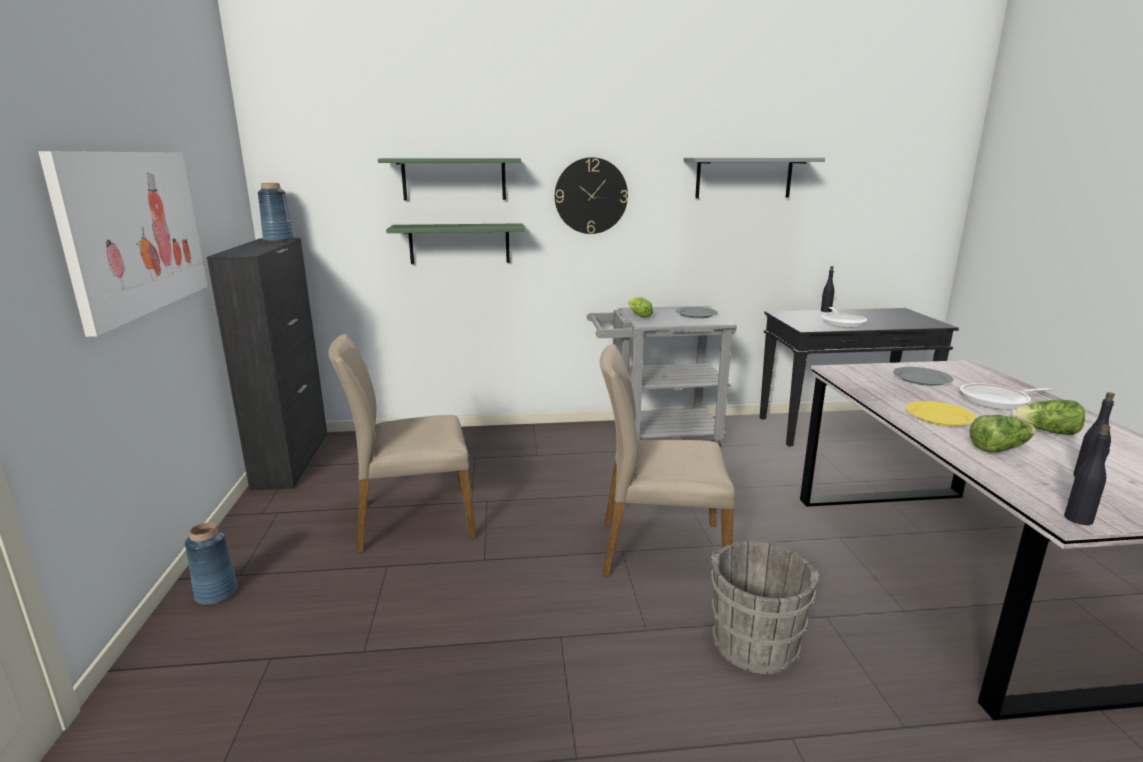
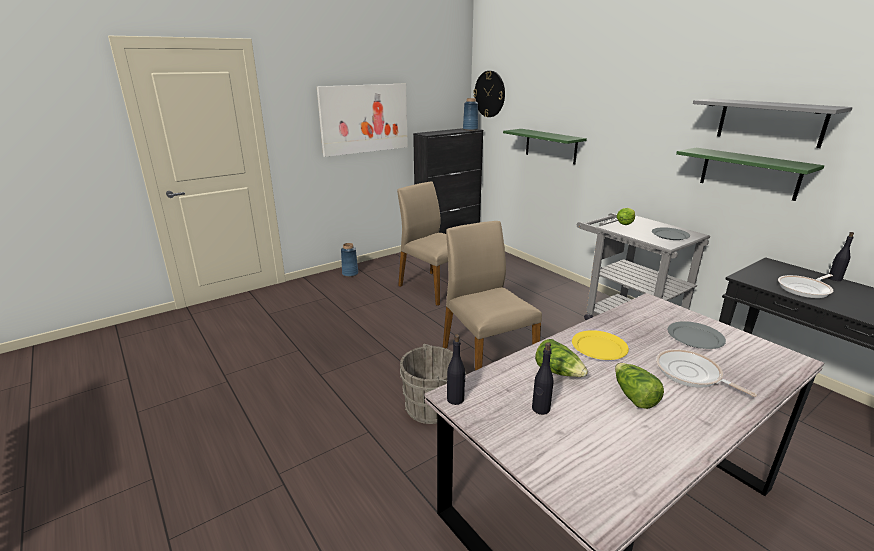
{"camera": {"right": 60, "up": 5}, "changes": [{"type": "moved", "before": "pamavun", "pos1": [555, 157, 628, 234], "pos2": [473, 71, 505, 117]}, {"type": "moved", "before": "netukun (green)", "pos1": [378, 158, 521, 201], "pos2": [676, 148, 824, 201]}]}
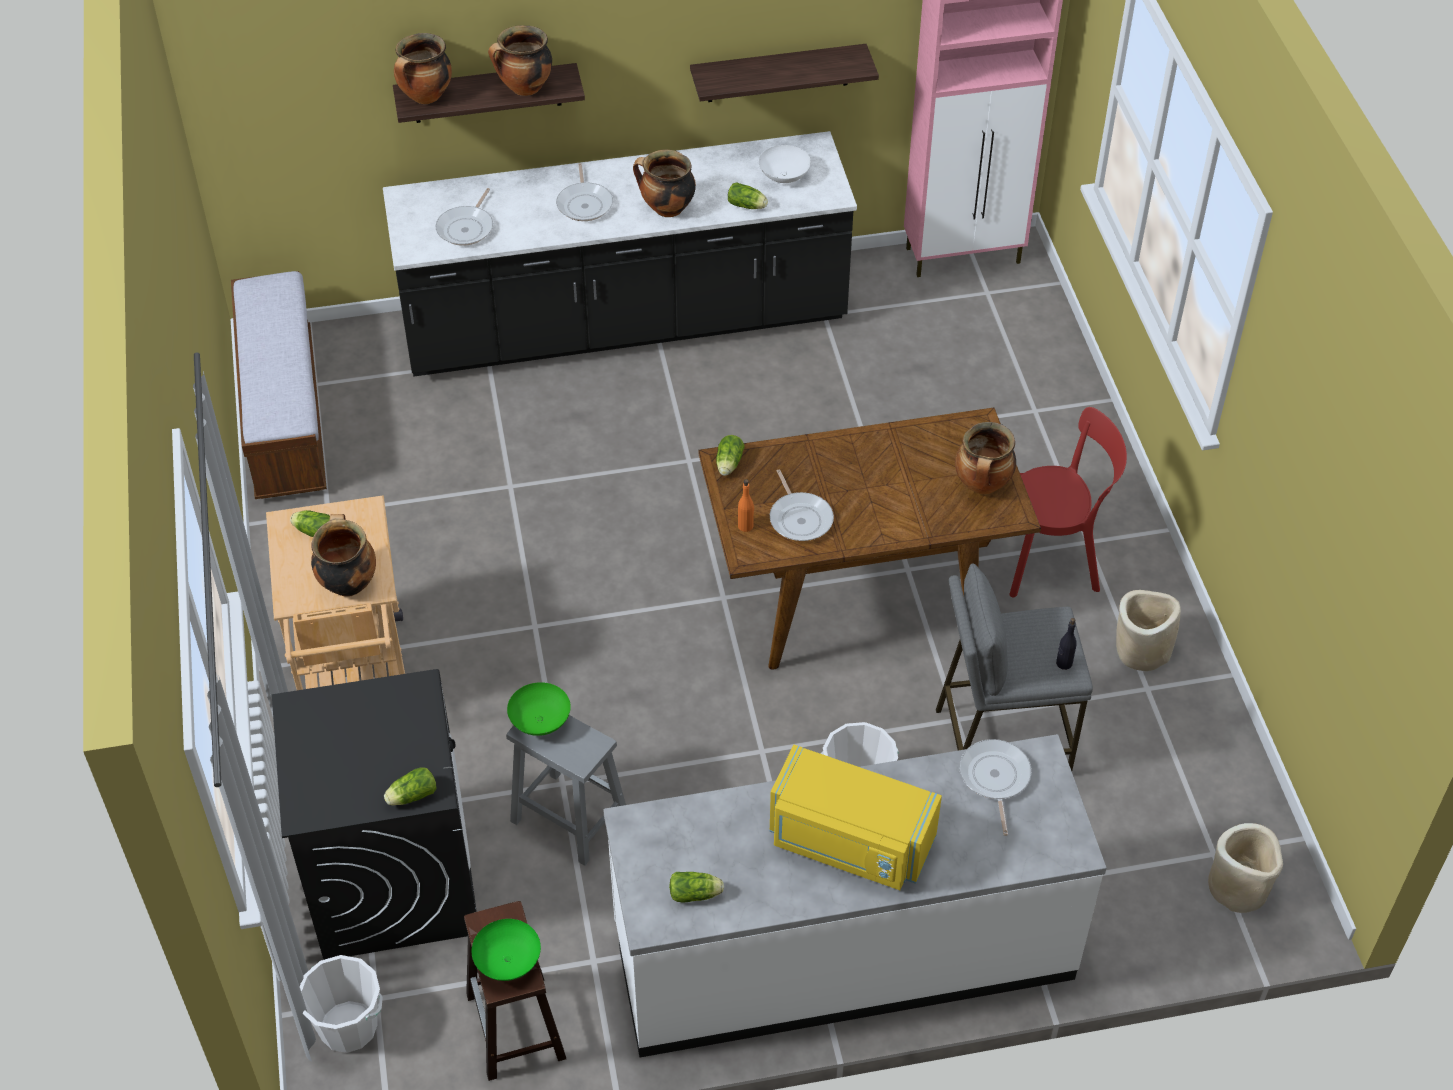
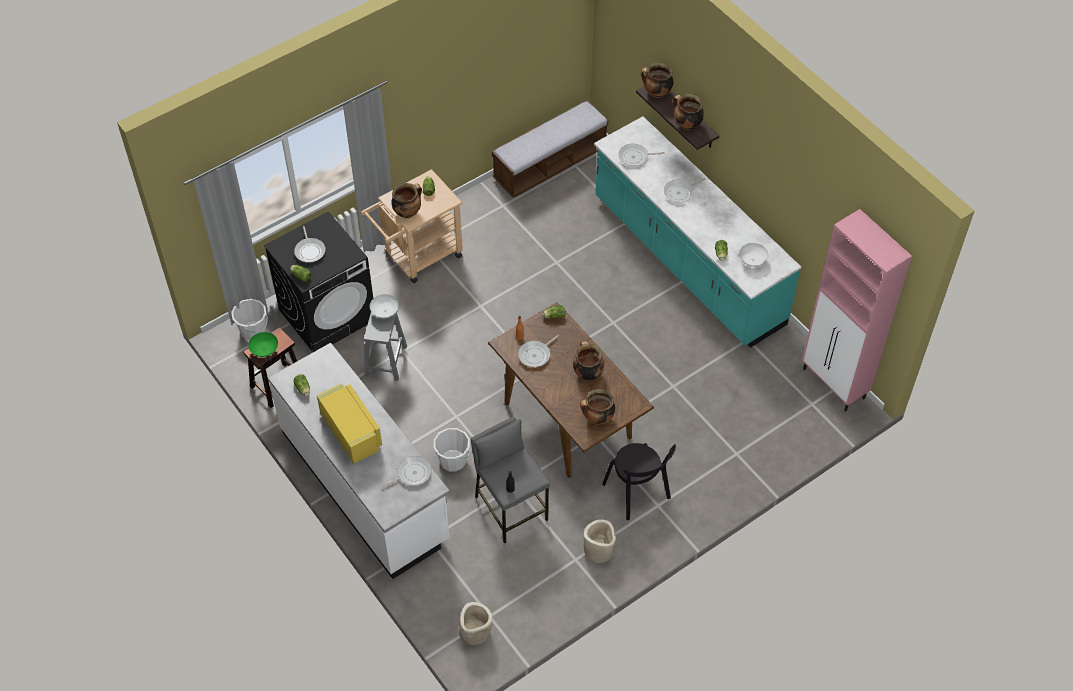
{"camera": {"right": 65, "up": 5}, "changes": [{"type": "added", "after": "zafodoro", "pos2": [294, 226, 326, 262]}, {"type": "turned", "before": "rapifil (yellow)", "pos1": [769, 745, 942, 890], "pos2": [317, 383, 382, 465], "turn": 150}, {"type": "recoloured", "before": "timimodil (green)", "after": "timimodil (white)", "pos1": [507, 682, 571, 736], "pos2": [370, 294, 399, 318]}, {"type": "moved", "before": "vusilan", "pos1": [633, 150, 696, 217], "pos2": [573, 341, 604, 381]}, {"type": "recoloured", "before": "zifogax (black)", "after": "zifogax (turquoise)", "pos1": [383, 131, 857, 377], "pos2": [594, 116, 801, 348]}, {"type": "recoloured", "before": "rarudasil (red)", "after": "rarudasil (black)", "pos1": [1009, 407, 1127, 598], "pos2": [602, 443, 676, 521]}, {"type": "removed", "before": "netukun", "pos1": [690, 44, 879, 102]}]}
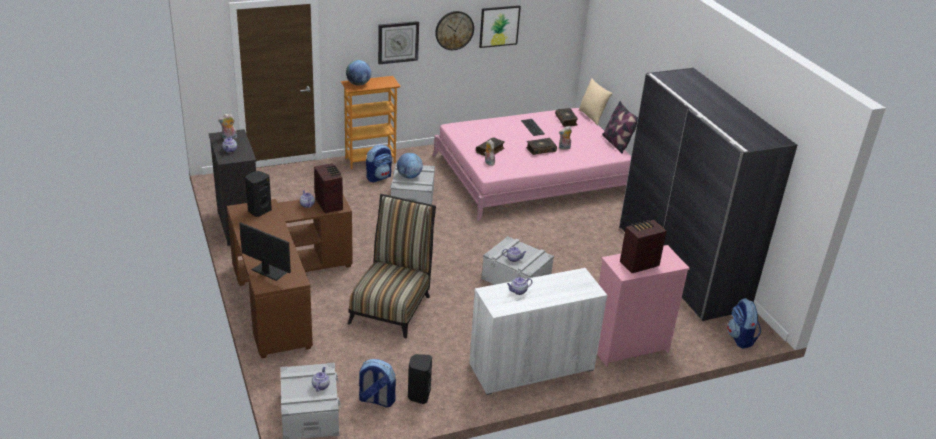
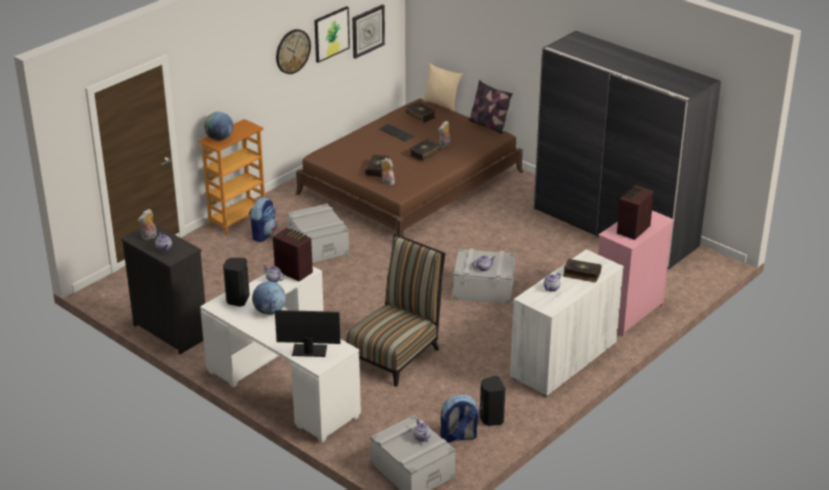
{"camera": {"right": -25, "up": 0}, "changes": [{"type": "recoloured", "before": "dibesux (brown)", "after": "dibesux (white)", "pos1": [227, 194, 353, 359], "pos2": [200, 266, 361, 442]}, {"type": "moved", "before": "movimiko", "pos1": [397, 153, 423, 178], "pos2": [252, 281, 286, 315]}, {"type": "recoloured", "before": "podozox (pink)", "after": "podozox (brown)", "pos1": [432, 108, 631, 221], "pos2": [295, 99, 523, 236]}, {"type": "turned", "before": "rarudasil", "pos1": [348, 194, 436, 338], "pos2": [345, 234, 446, 387], "turn": 45}, {"type": "moved", "before": "pamavun", "pos1": [378, 21, 419, 64], "pos2": [352, 4, 385, 59]}, {"type": "added", "after": "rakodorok", "pos2": [563, 259, 602, 282]}, {"type": "removed", "before": "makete", "pos1": [727, 298, 761, 348]}]}
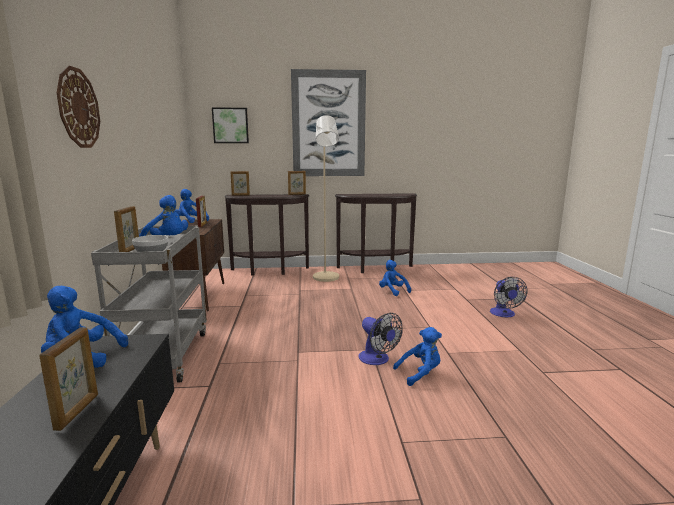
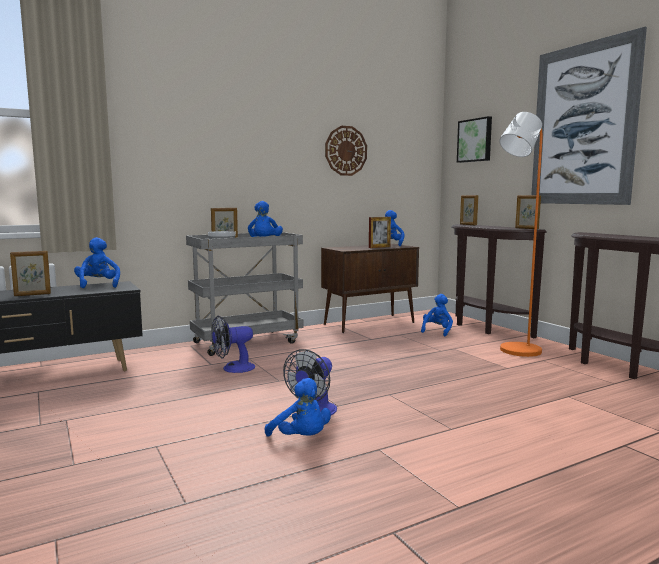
{"camera": {"right": 65, "up": -5}, "changes": [{"type": "moved", "before": "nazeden", "pos1": [490, 277, 528, 317], "pos2": [212, 316, 255, 373]}, {"type": "moved", "before": "pamavun", "pos1": [57, 66, 100, 148], "pos2": [325, 126, 367, 176]}, {"type": "moved", "before": "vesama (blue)", "pos1": [379, 260, 411, 296], "pos2": [421, 294, 453, 336]}, {"type": "recoloured", "before": "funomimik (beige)", "after": "funomimik (orange)", "pos1": [313, 115, 339, 282], "pos2": [499, 112, 542, 357]}]}
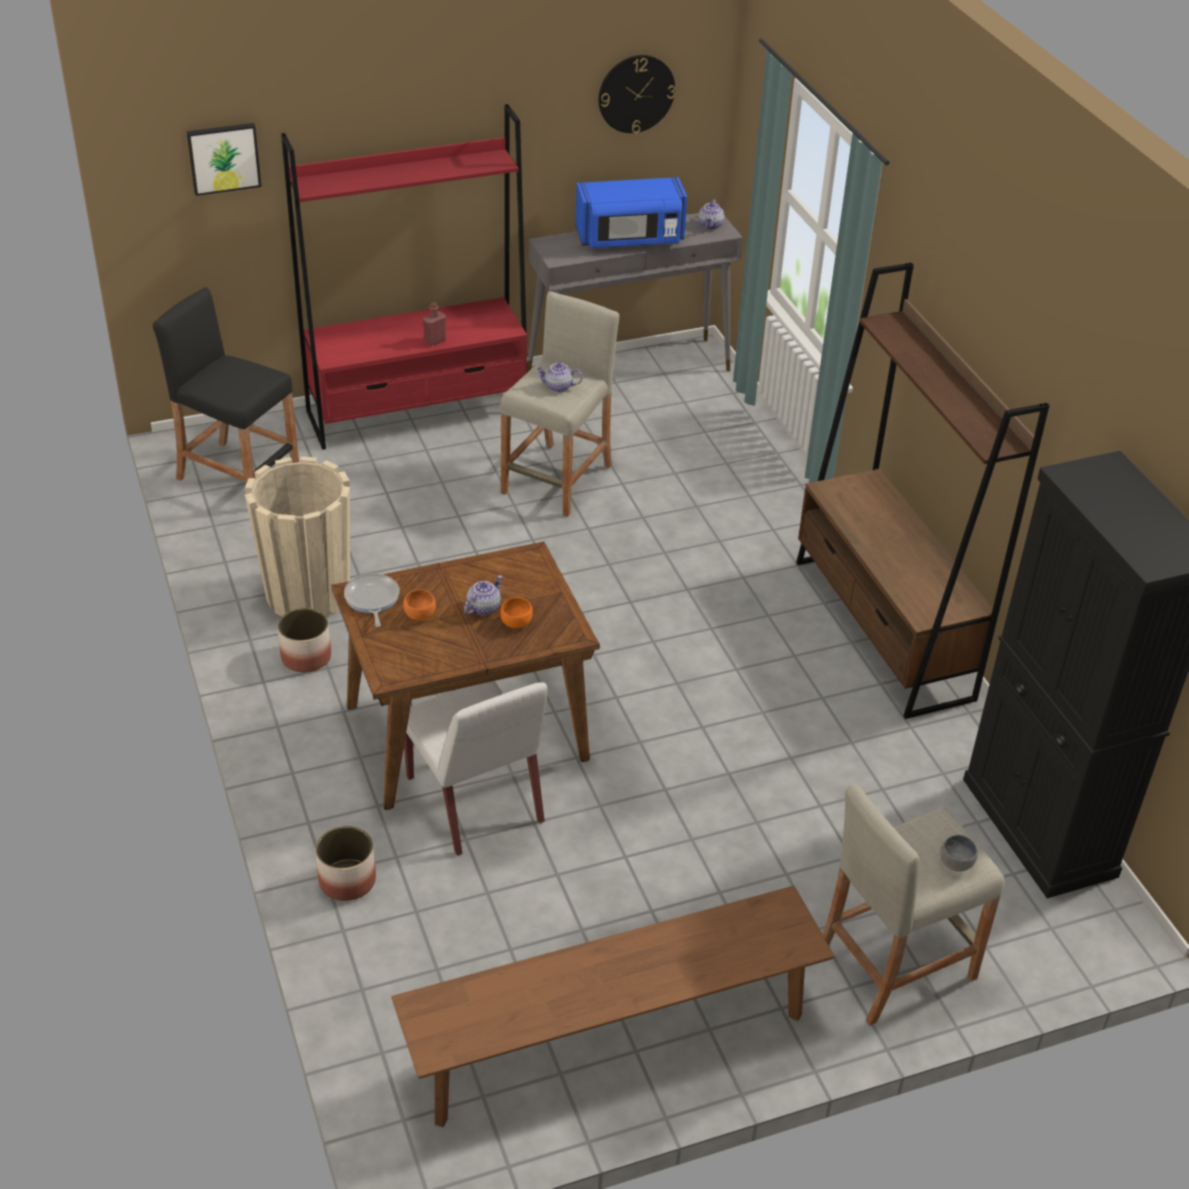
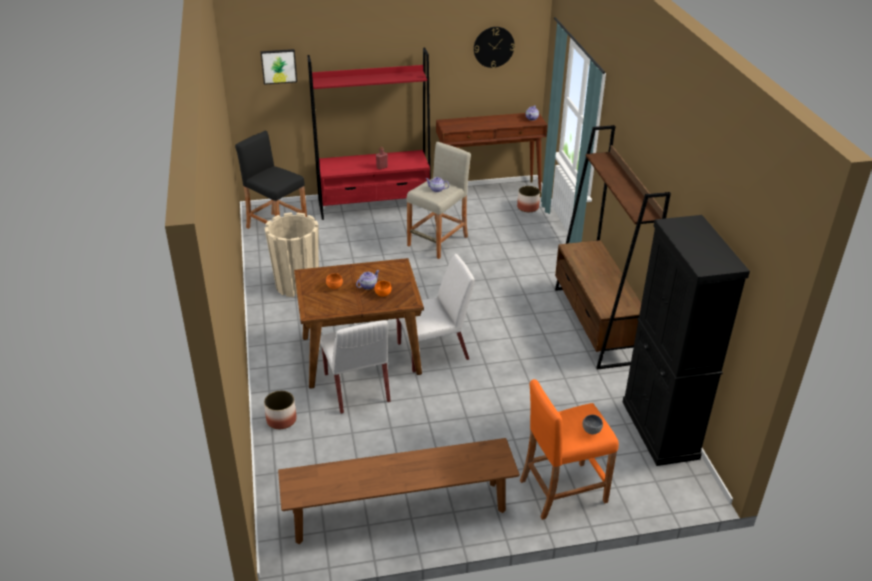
{"camera": {"right": 10, "up": -5}, "changes": [{"type": "added", "after": "rarudasil (white)", "pos2": [396, 254, 475, 373]}, {"type": "recoloured", "before": "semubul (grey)", "after": "semubul (brown)", "pos1": [527, 213, 743, 372], "pos2": [436, 113, 547, 197]}, {"type": "moved", "before": "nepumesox", "pos1": [278, 608, 331, 672], "pos2": [517, 186, 540, 212]}, {"type": "recoloured", "before": "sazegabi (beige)", "after": "sazegabi (orange)", "pos1": [822, 784, 1005, 1026], "pos2": [520, 379, 619, 520]}, {"type": "removed", "before": "zafodoro", "pos1": [344, 573, 400, 627]}, {"type": "removed", "before": "rapifil (blue)", "pos1": [575, 177, 687, 248]}]}
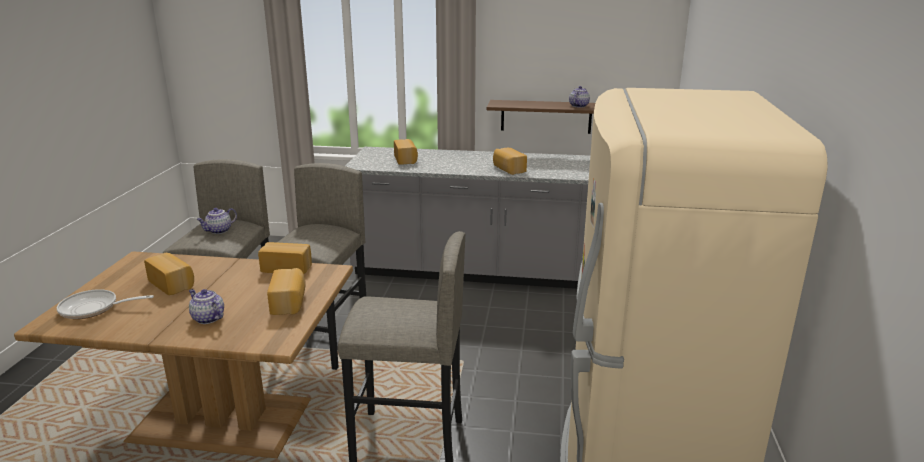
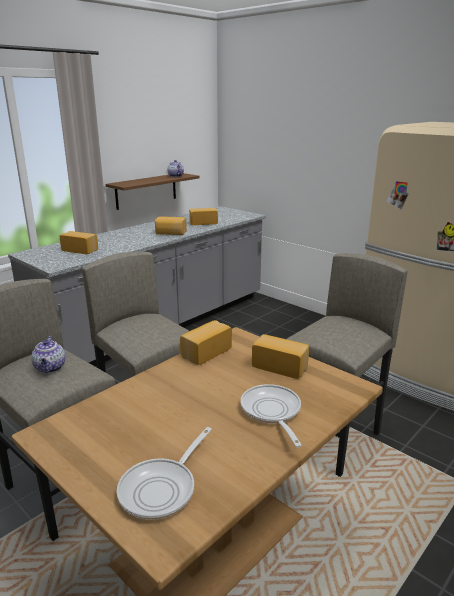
{"camera": {"right": -55, "up": 0}, "changes": [{"type": "moved", "before": "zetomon", "pos1": [144, 253, 194, 295], "pos2": [189, 208, 218, 225]}, {"type": "replaced", "before": "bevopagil", "after": "zafodoro", "pos1": [189, 289, 224, 324], "pos2": [241, 384, 302, 447]}]}
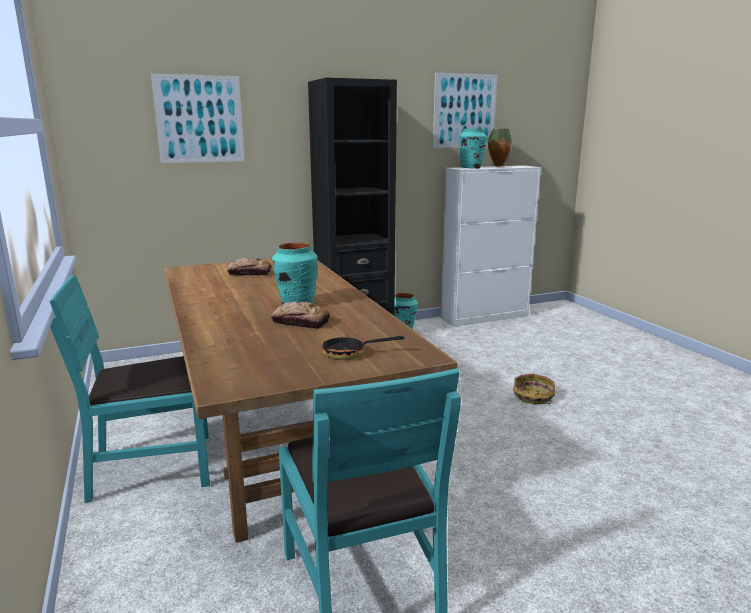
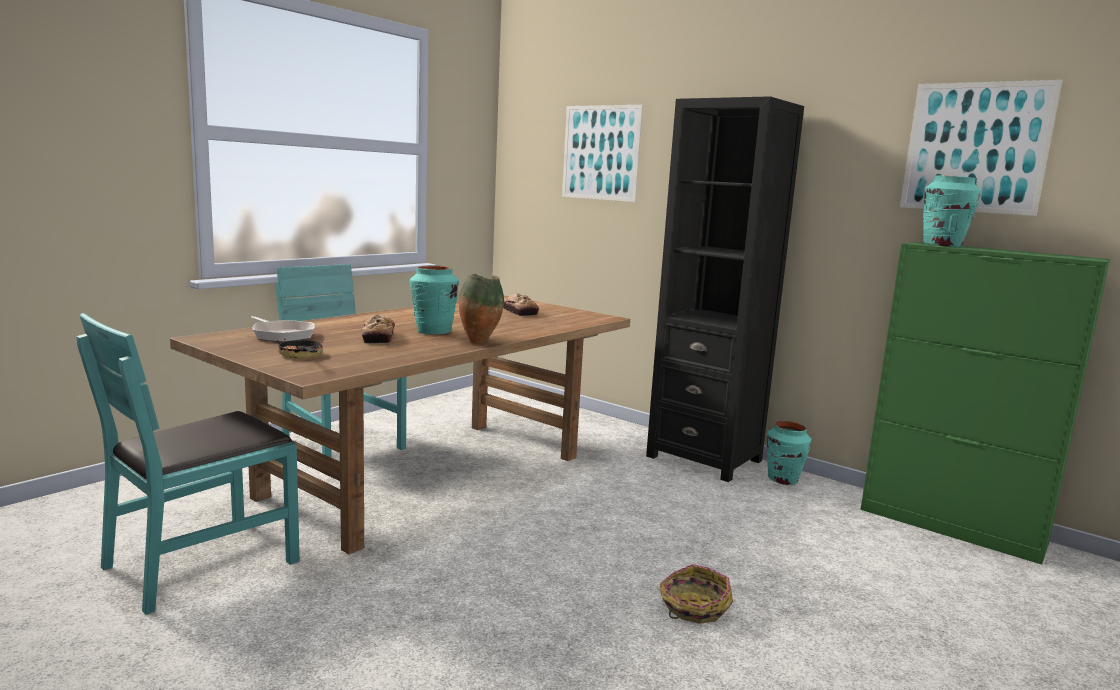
{"camera": {"right": 60, "up": -5}, "changes": [{"type": "added", "after": "zafodoro", "pos2": [251, 316, 315, 342]}, {"type": "moved", "before": "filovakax", "pos1": [488, 128, 512, 167], "pos2": [459, 274, 504, 344]}, {"type": "recoloured", "before": "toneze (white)", "after": "toneze (green)", "pos1": [440, 165, 541, 327], "pos2": [860, 242, 1110, 565]}]}
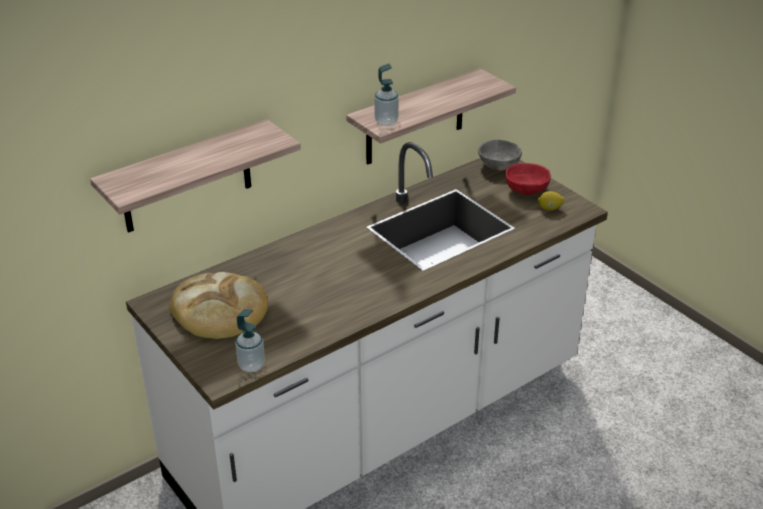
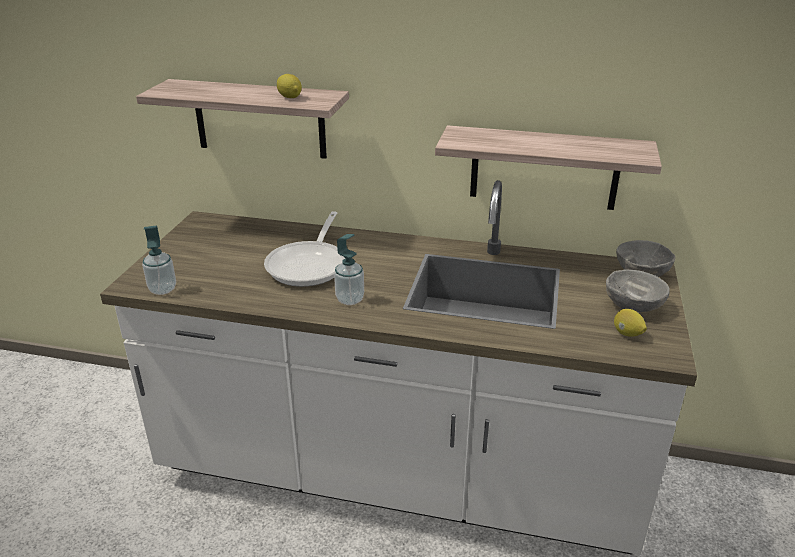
{"camera": {"right": 50, "up": -5}, "changes": [{"type": "added", "after": "zafodoro", "pos2": [264, 211, 346, 287]}, {"type": "added", "after": "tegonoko", "pos2": [277, 74, 302, 98]}, {"type": "moved", "before": "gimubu", "pos1": [374, 64, 399, 126], "pos2": [334, 234, 364, 305]}, {"type": "recoloured", "before": "timimodil (red)", "after": "timimodil (grey)", "pos1": [505, 163, 551, 195], "pos2": [606, 269, 670, 312]}, {"type": "removed", "before": "zetomon", "pos1": [170, 272, 268, 339]}]}
